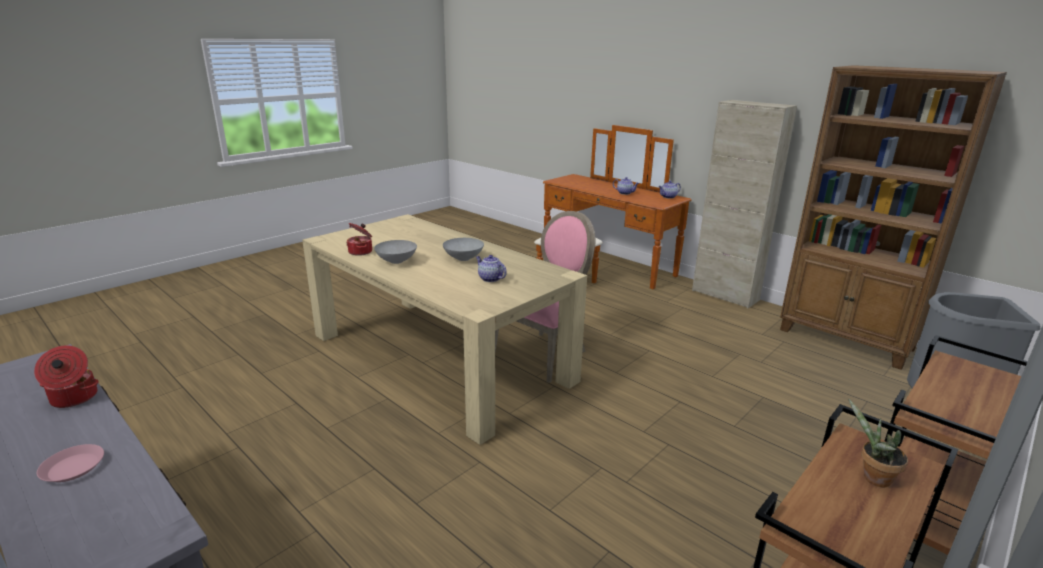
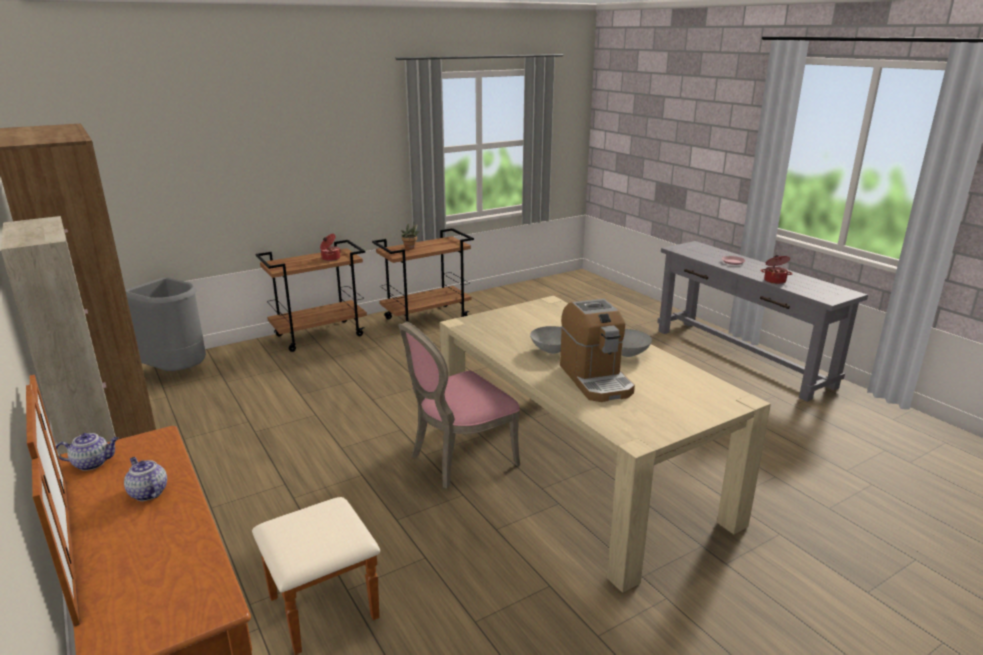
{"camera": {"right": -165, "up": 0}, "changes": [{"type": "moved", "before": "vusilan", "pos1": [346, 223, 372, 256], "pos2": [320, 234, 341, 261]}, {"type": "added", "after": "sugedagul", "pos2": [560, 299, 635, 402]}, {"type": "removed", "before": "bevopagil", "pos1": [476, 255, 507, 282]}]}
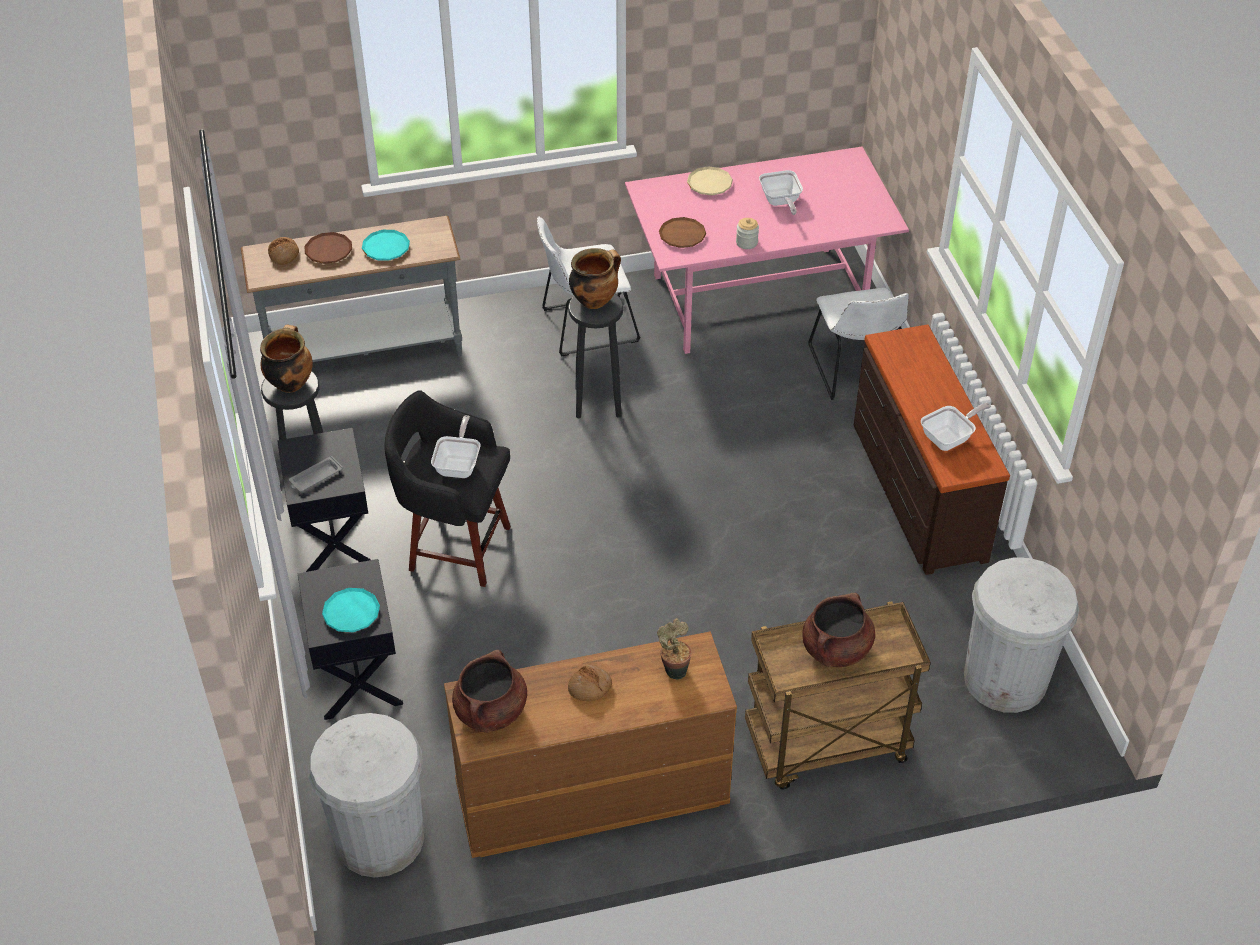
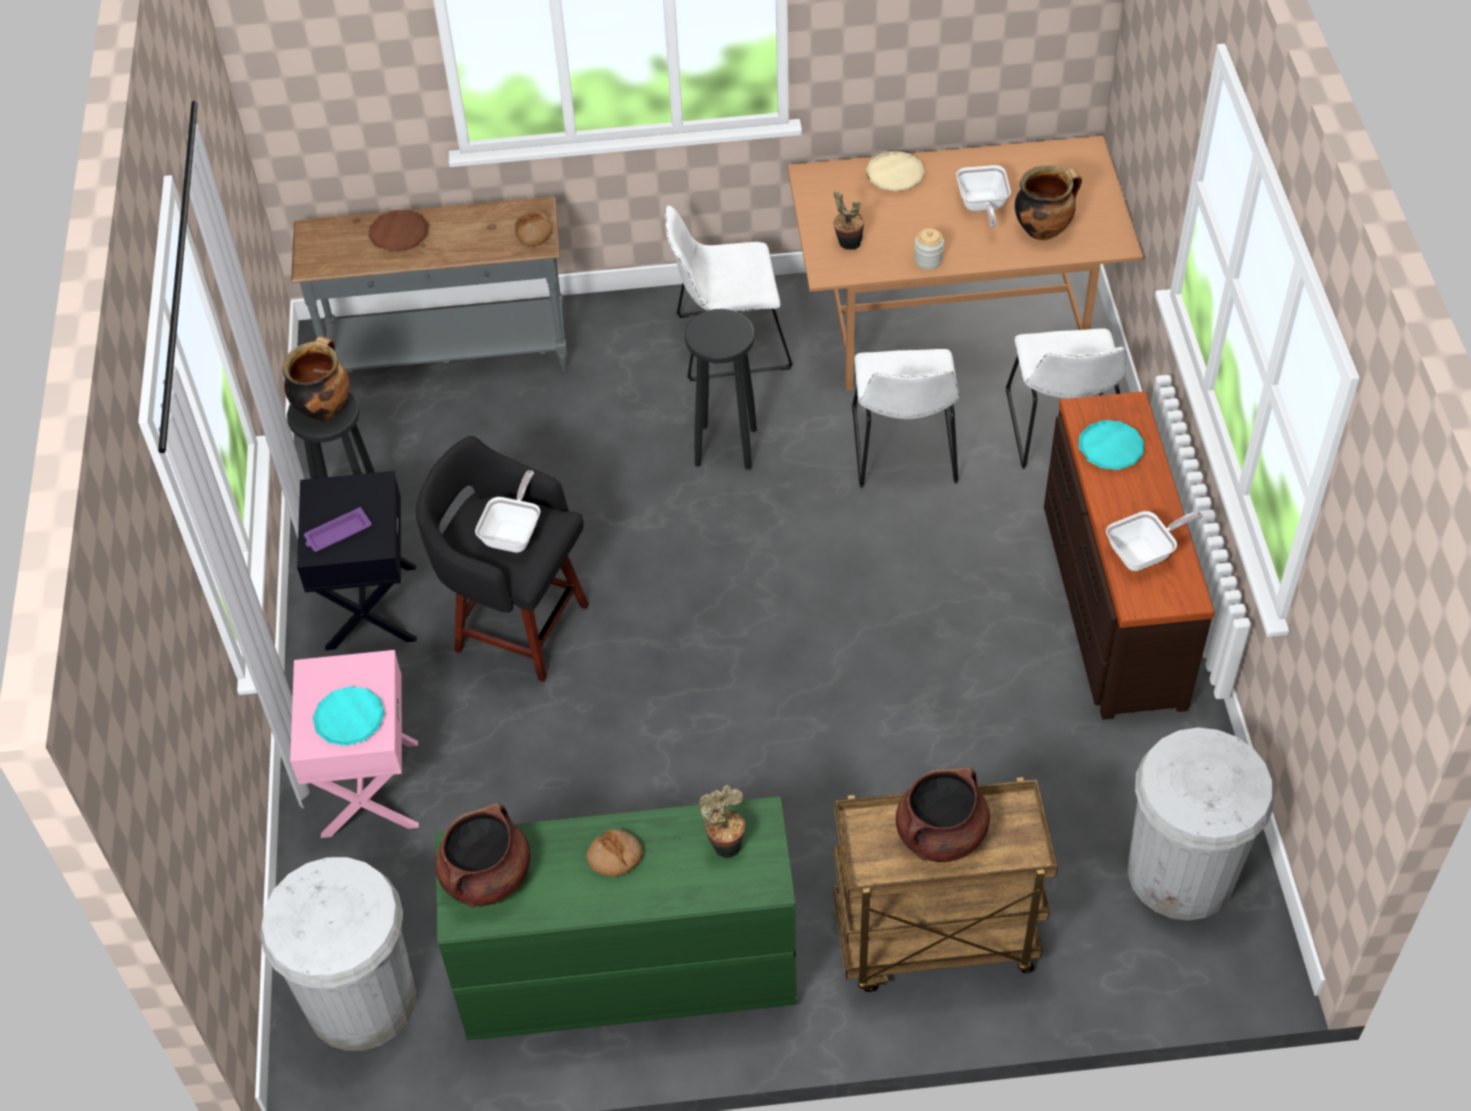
{"camera": {"right": 10, "up": 5}, "changes": [{"type": "recoloured", "before": "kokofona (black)", "after": "kokofona (pink)", "pos1": [298, 559, 403, 720], "pos2": [290, 650, 419, 838]}, {"type": "recoloured", "before": "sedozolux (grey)", "after": "sedozolux (purple)", "pos1": [289, 456, 343, 492], "pos2": [304, 507, 372, 552]}, {"type": "recoloured", "before": "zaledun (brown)", "after": "zaledun (green)", "pos1": [444, 631, 737, 858], "pos2": [436, 796, 797, 1040]}, {"type": "moved", "before": "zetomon", "pos1": [268, 237, 299, 265], "pos2": [515, 210, 553, 247]}, {"type": "recoloured", "before": "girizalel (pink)", "after": "girizalel (brown)", "pos1": [625, 147, 909, 354], "pos2": [787, 136, 1143, 390]}, {"type": "replaced", "before": "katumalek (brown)", "after": "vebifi", "pos1": [659, 217, 706, 248], "pos2": [833, 191, 864, 250]}, {"type": "added", "after": "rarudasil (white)", "pos2": [852, 349, 960, 488]}, {"type": "moved", "before": "vusilan", "pos1": [569, 248, 621, 309], "pos2": [1015, 165, 1082, 240]}, {"type": "moved", "before": "katumalek (turquoise)", "pos1": [362, 230, 410, 261], "pos2": [1078, 420, 1144, 470]}]}
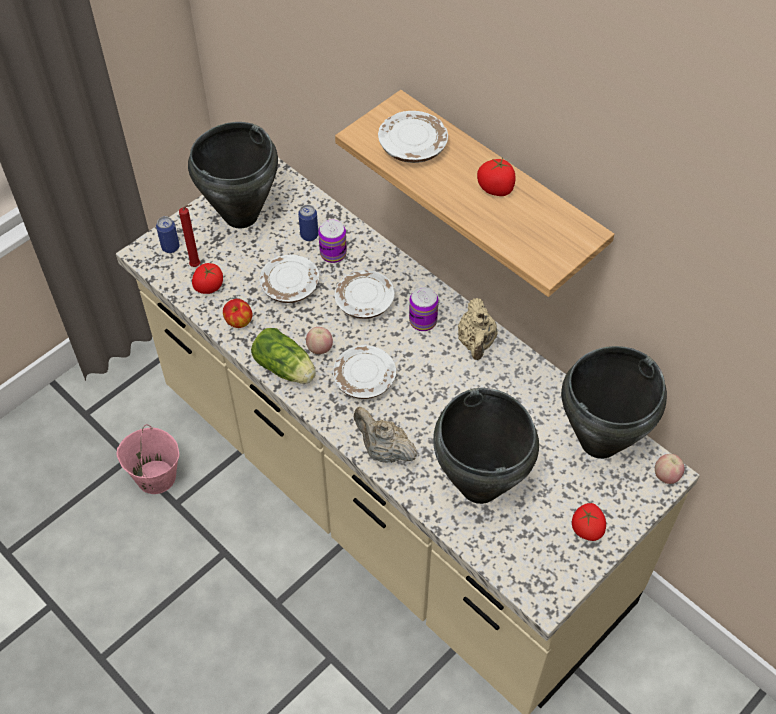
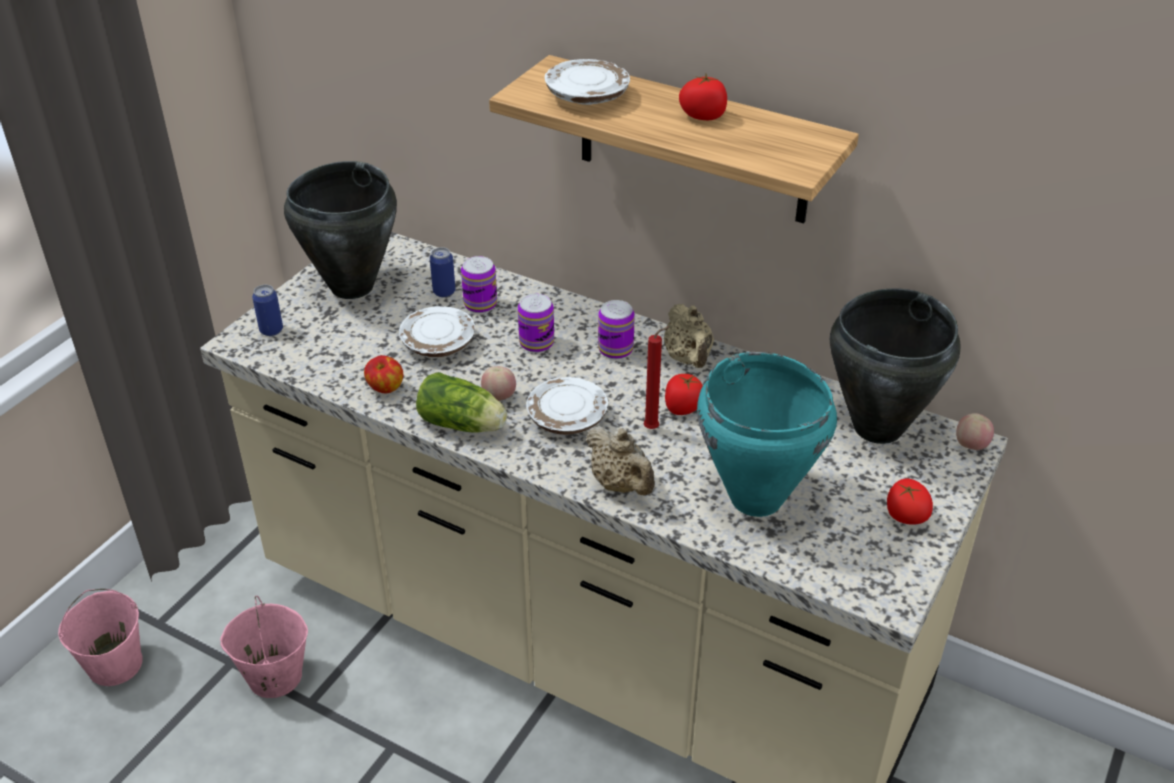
{"camera": {"right": -15, "up": -15}, "changes": [{"type": "added", "after": "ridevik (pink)", "pos2": [58, 589, 143, 686]}, {"type": "replaced", "before": "katumalek (white)", "after": "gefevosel", "pos1": [334, 270, 395, 319], "pos2": [518, 294, 554, 353]}, {"type": "turned", "before": "bevopagil (beige)", "pos1": [354, 407, 417, 463], "pos2": [586, 426, 655, 495], "turn": -150}, {"type": "moved", "before": "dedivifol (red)", "pos1": [179, 204, 200, 267], "pos2": [644, 326, 670, 429]}, {"type": "moved", "before": "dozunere", "pos1": [192, 263, 223, 294], "pos2": [665, 374, 703, 415]}, {"type": "recoloured", "before": "vusilan (black)", "after": "vusilan (turquoise)", "pos1": [433, 388, 539, 504], "pos2": [697, 352, 837, 517]}]}
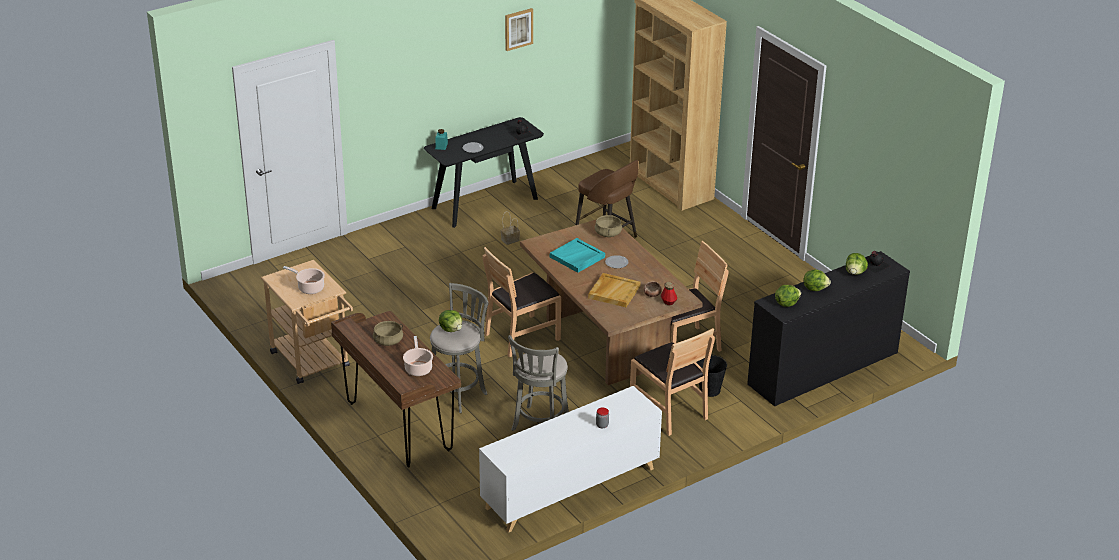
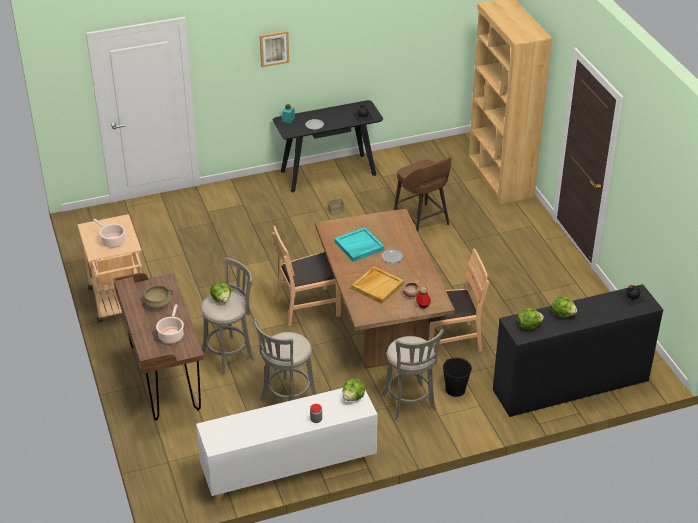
{"camera": {"right": 15, "up": 5}, "changes": [{"type": "moved", "before": "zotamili", "pos1": [505, 8, 533, 51], "pos2": [260, 30, 289, 67]}, {"type": "moved", "before": "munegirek", "pos1": [846, 253, 868, 275], "pos2": [343, 378, 365, 401]}, {"type": "replaced", "before": "rarudasil (brown)", "after": "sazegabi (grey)", "pos1": [630, 328, 715, 436], "pos2": [382, 329, 444, 420]}, {"type": "removed", "before": "vusilan (beige)", "pos1": [595, 215, 622, 237]}]}
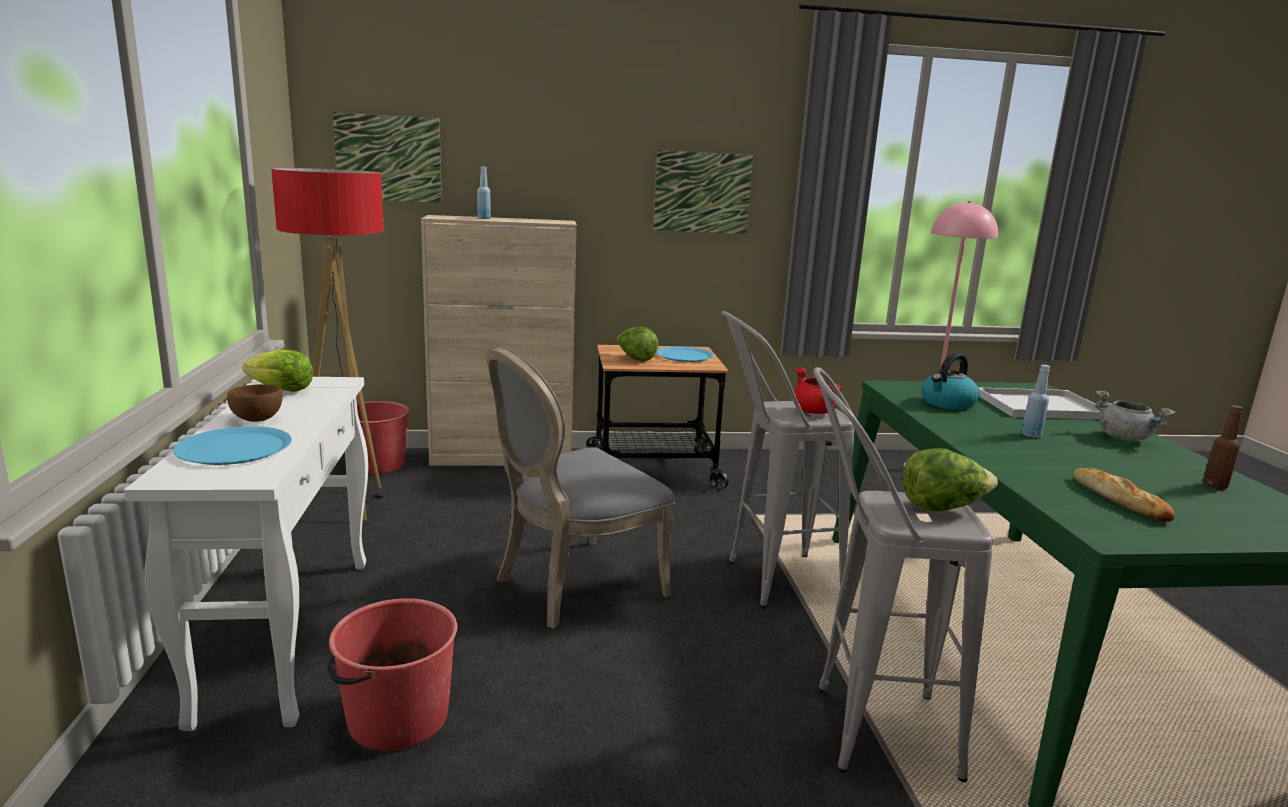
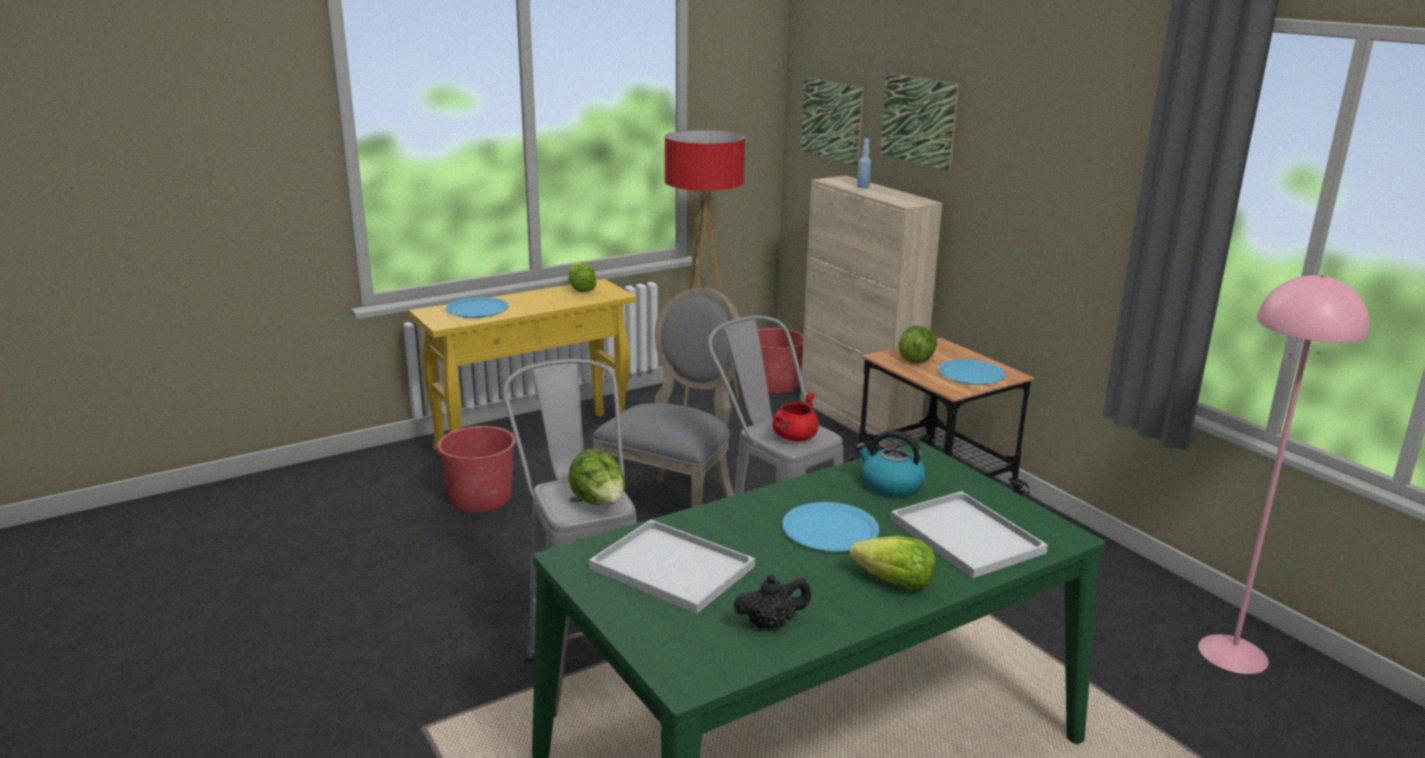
{"camera": {"right": 65, "up": 5}, "changes": [{"type": "recoloured", "before": "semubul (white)", "after": "semubul (yellow)", "pos1": [124, 377, 368, 731], "pos2": [409, 279, 636, 454]}, {"type": "replaced", "before": "zetomon", "after": "sedozolux (white)", "pos1": [1073, 468, 1175, 522], "pos2": [589, 519, 755, 614]}, {"type": "turned", "before": "rarudasil (grey)", "pos1": [486, 346, 675, 629], "pos2": [592, 288, 740, 507], "turn": 90}, {"type": "replaced", "before": "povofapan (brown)", "after": "bevopagil (black)", "pos1": [1203, 405, 1243, 489], "pos2": [733, 574, 811, 629]}, {"type": "replaced", "before": "povofapan (blue)", "after": "katumalek (blue)", "pos1": [1021, 365, 1050, 438], "pos2": [782, 502, 879, 551]}, {"type": "replaced", "before": "vusilan (grey)", "after": "munegirek", "pos1": [1095, 391, 1175, 441], "pos2": [850, 536, 936, 590]}, {"type": "moved", "before": "zotamili", "pos1": [653, 150, 753, 234], "pos2": [880, 73, 959, 171]}, {"type": "removed", "before": "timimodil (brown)", "pos1": [227, 384, 283, 422]}]}
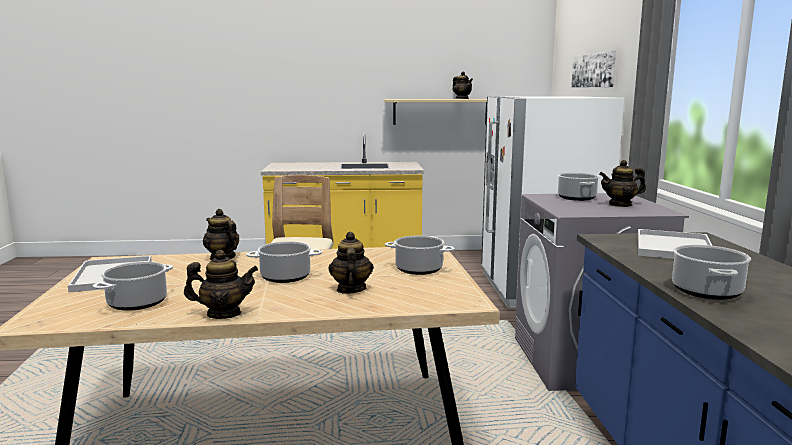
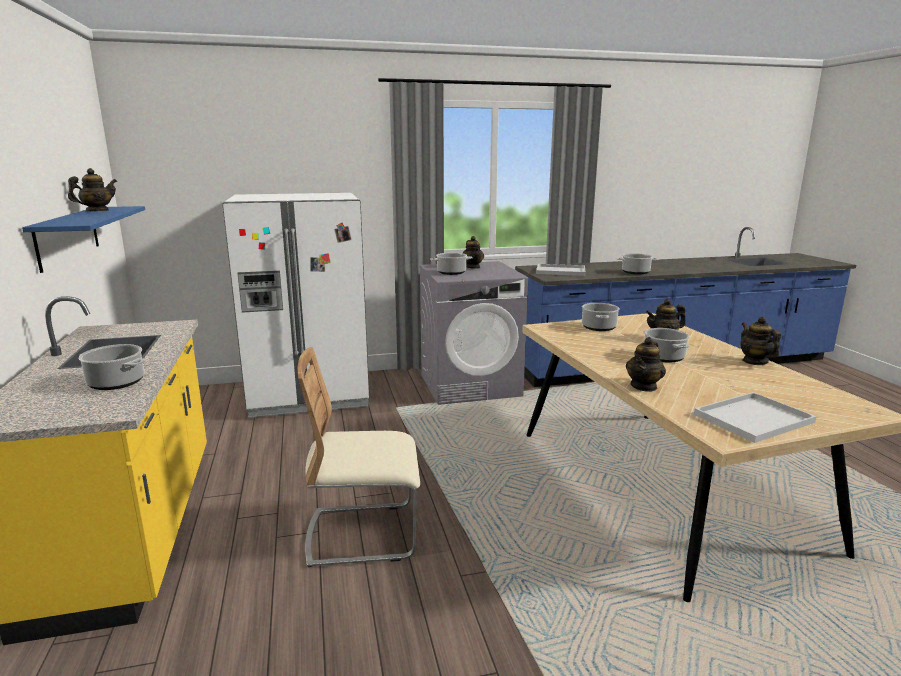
{"camera": {"right": -100, "up": 5}, "changes": [{"type": "recoloured", "before": "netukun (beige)", "after": "netukun (blue)", "pos1": [384, 99, 487, 125], "pos2": [22, 206, 145, 273]}, {"type": "moved", "before": "vusilan", "pos1": [93, 262, 173, 311], "pos2": [79, 344, 145, 390]}, {"type": "removed", "before": "zotamili", "pos1": [571, 51, 616, 88]}]}
